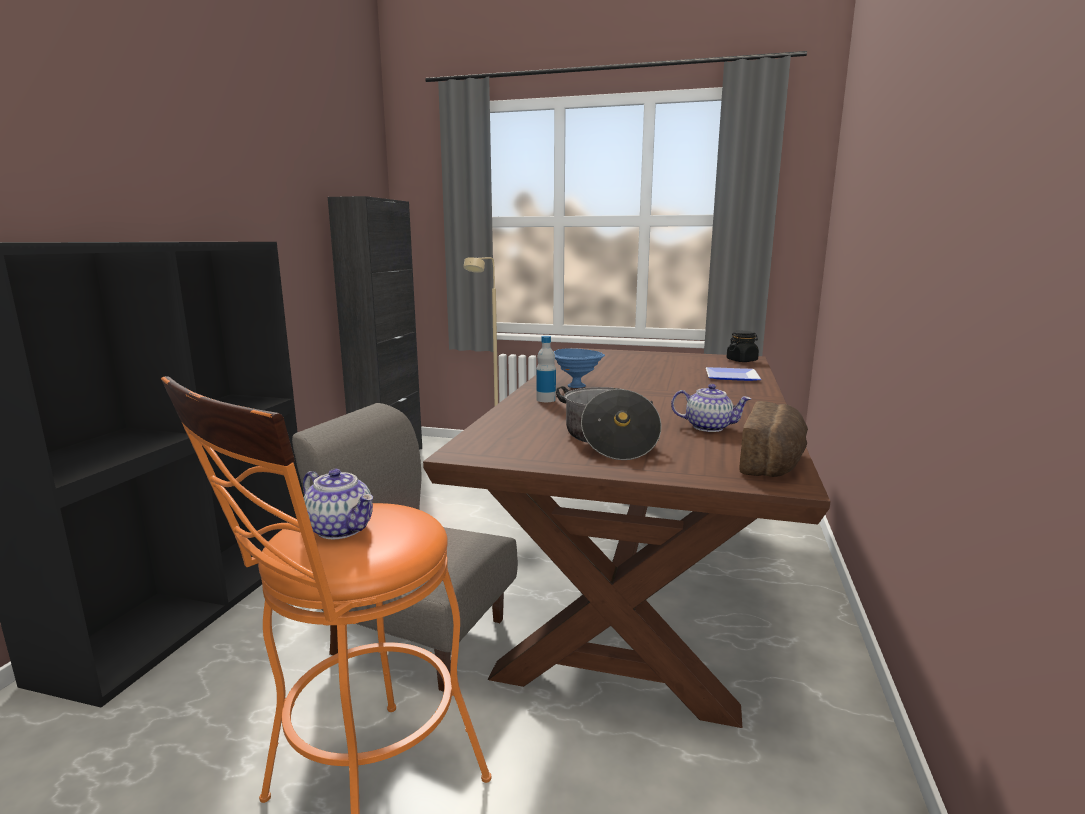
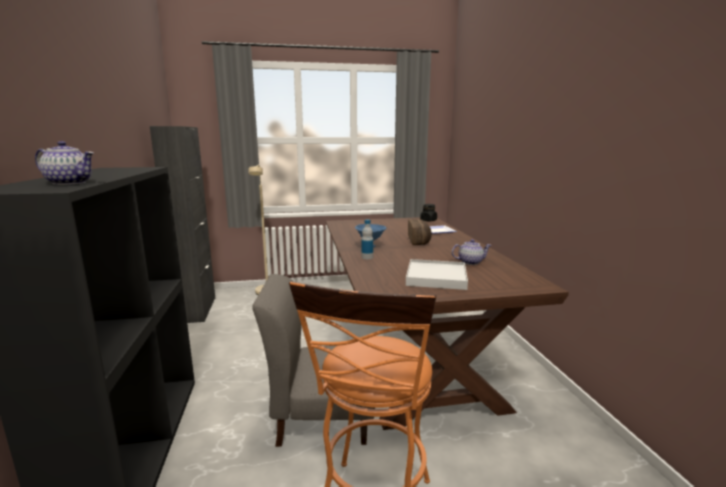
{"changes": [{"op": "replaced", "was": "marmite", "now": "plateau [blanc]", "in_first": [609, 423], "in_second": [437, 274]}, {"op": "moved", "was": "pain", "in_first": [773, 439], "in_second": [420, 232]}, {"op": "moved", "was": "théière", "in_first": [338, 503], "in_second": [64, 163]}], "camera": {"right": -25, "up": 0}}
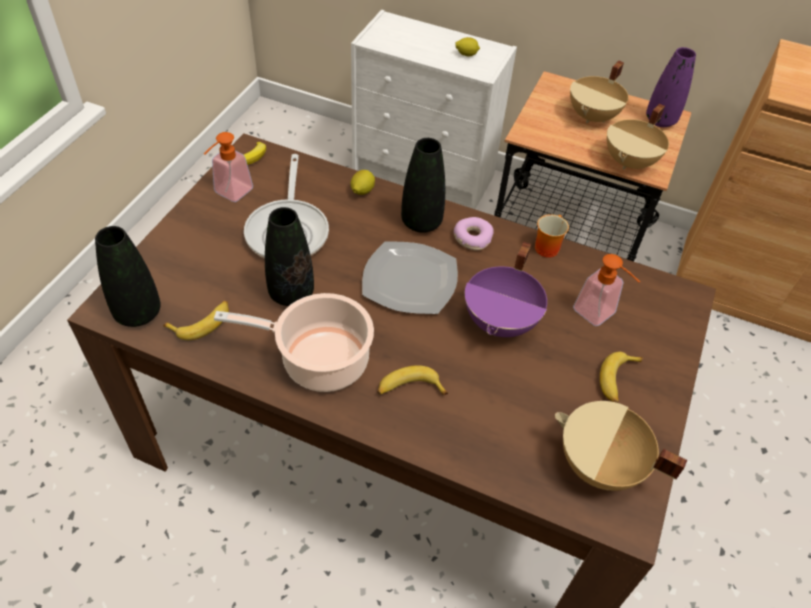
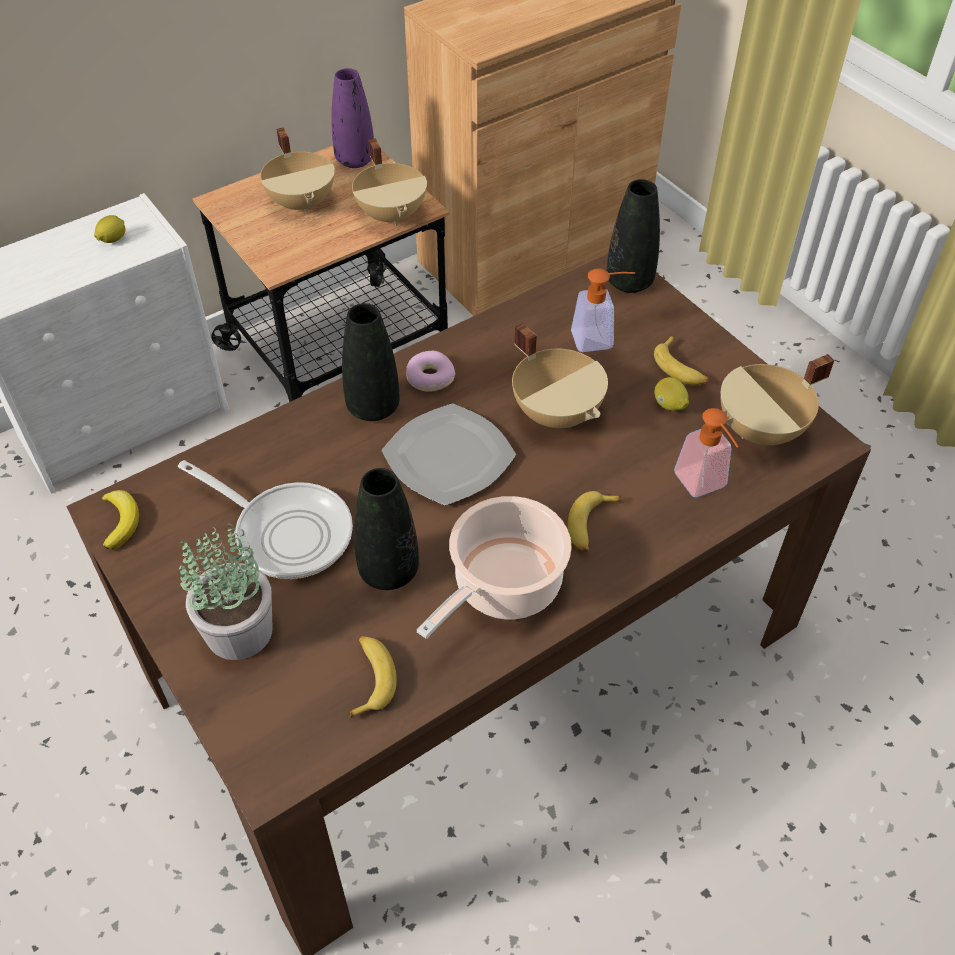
{"changes": [{"op": "moved", "was": "distributeur de savon", "in_first": [228, 167], "in_second": [706, 452]}, {"op": "moved", "was": "citron", "in_first": [363, 182], "in_second": [671, 394]}, {"op": "removed", "was": "mug", "in_first": [552, 236]}, {"op": "moved", "was": "vase [noir]", "in_first": [128, 276], "in_second": [633, 236]}, {"op": "recoloured", "was": "marmite [violet]", "now": "marmite [beige]", "in_first": [506, 289], "in_second": [560, 375]}, {"op": "added", "now": "plante en pot", "in_second": [226, 592]}], "camera": {"right": -55, "up": 0}}
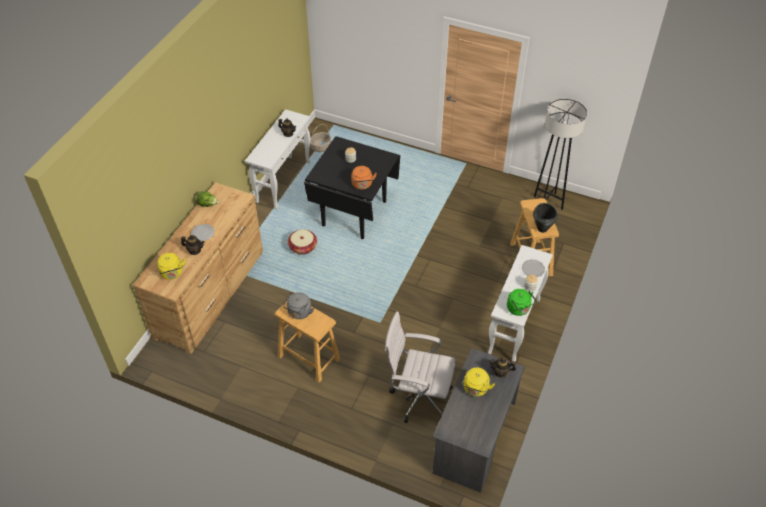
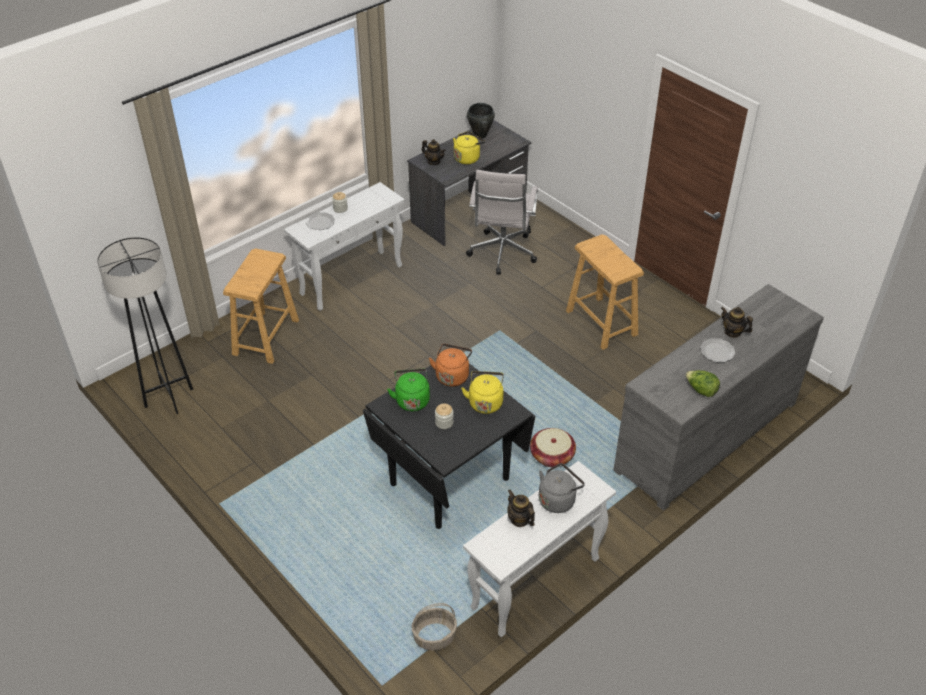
{"changes": [{"op": "recoloured", "was": "commode [marron]", "now": "commode [gris]", "in_first": [197, 268], "in_second": [718, 397]}, {"op": "moved", "was": "marmite [noir]", "in_first": [545, 218], "in_second": [481, 121]}, {"op": "moved", "was": "bouilloire [jaune]", "in_first": [171, 266], "in_second": [482, 392]}, {"op": "moved", "was": "bouilloire [vert]", "in_first": [522, 302], "in_second": [408, 390]}, {"op": "moved", "was": "bouilloire [gris]", "in_first": [298, 305], "in_second": [562, 488]}, {"op": "turned", "was": "chaise de bureau [blanc]", "in_first": [420, 367], "in_second": [502, 222], "clockwise": 60}], "camera": {"right": -155, "up": -5}}
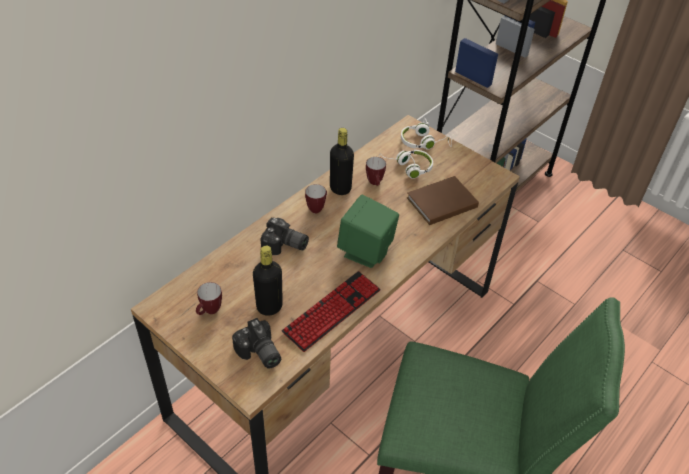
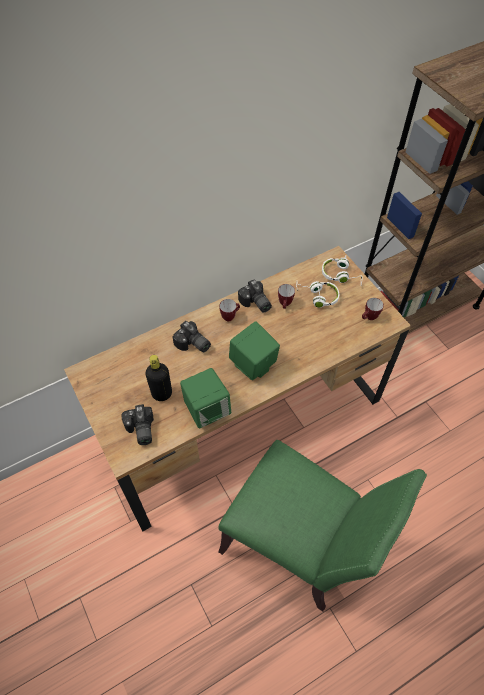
{"changes": [{"op": "replaced", "was": "bouteille [noir]", "now": "appareil photo", "in_first": [342, 161], "in_second": [255, 295]}, {"op": "removed", "was": "livre [marron]", "in_first": [443, 200]}, {"op": "replaced", "was": "clavier", "now": "enceinte [vert]", "in_first": [331, 311], "in_second": [205, 398]}, {"op": "moved", "was": "mug", "in_first": [209, 298], "in_second": [373, 309]}], "camera": {"right": 20, "up": 10}}
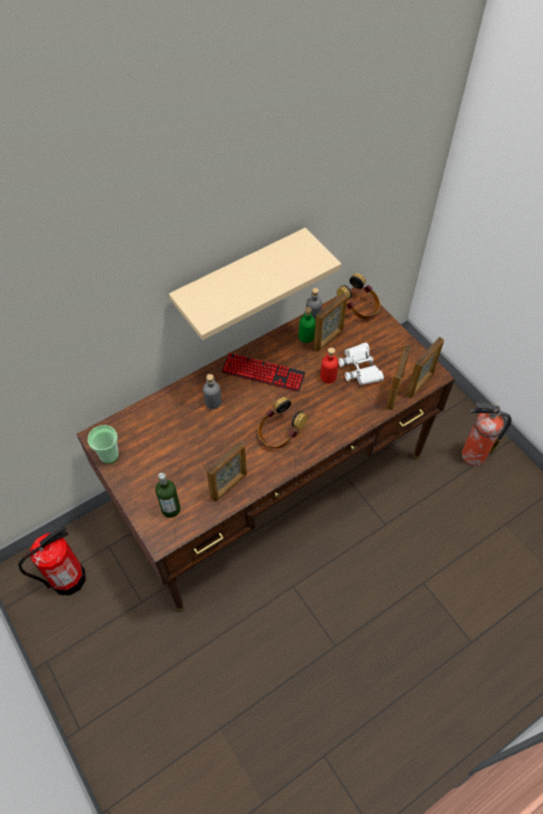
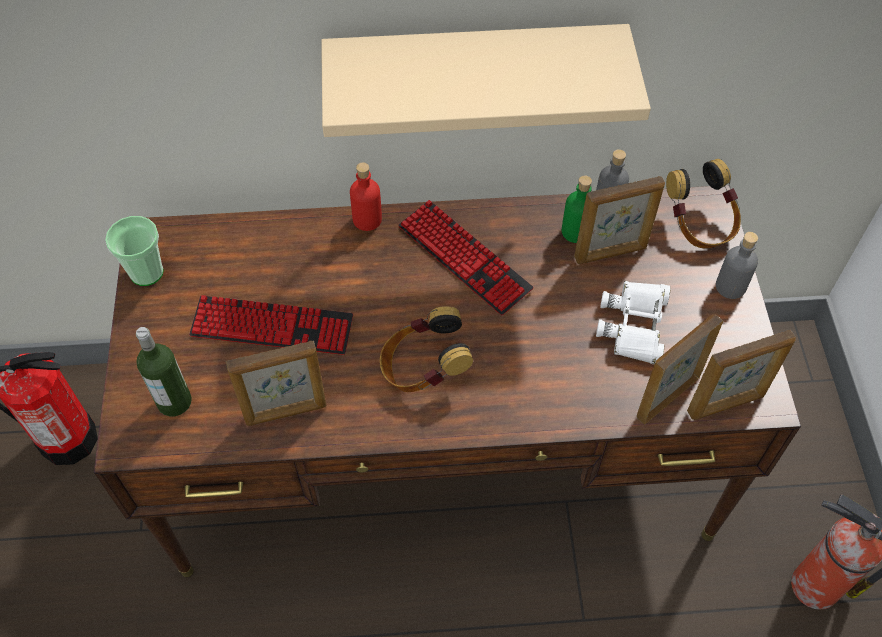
{"changes": [{"op": "moved", "was": "bouteille [rouge]", "in_first": [329, 365], "in_second": [366, 196]}, {"op": "moved", "was": "bouteille [gris]", "in_first": [212, 391], "in_second": [737, 265]}, {"op": "added", "now": "clavier", "in_second": [271, 325]}], "camera": {"right": 30, "up": 0}}
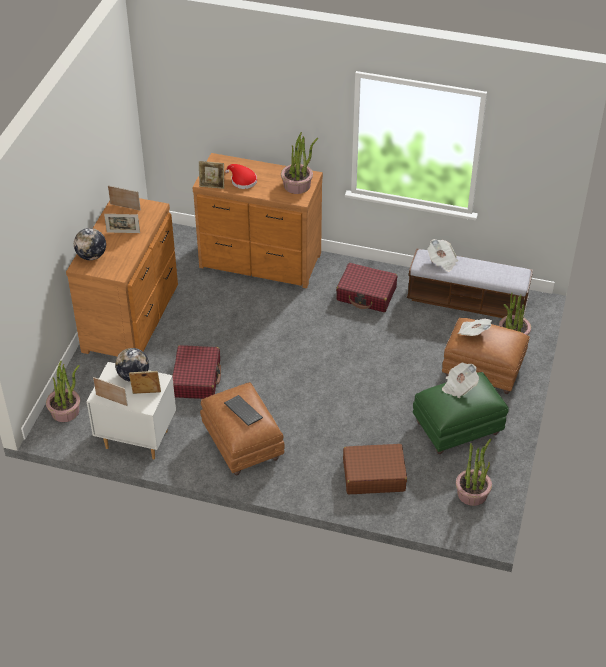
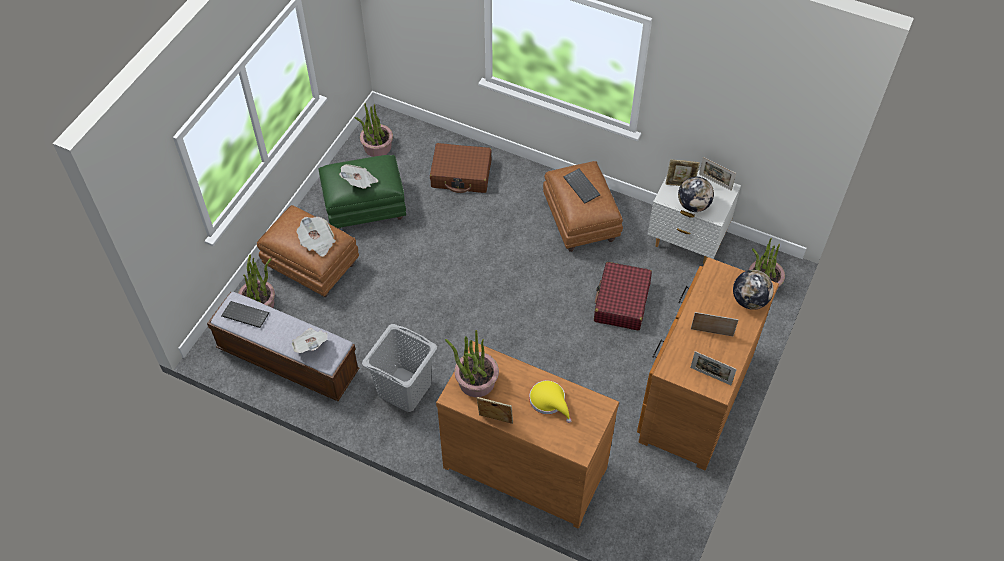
{"changes": [{"op": "moved", "was": "cadre photo", "in_first": [211, 175], "in_second": [495, 410]}, {"op": "recoloured", "was": "chapeau [rouge]", "now": "chapeau [jaune]", "in_first": [241, 176], "in_second": [550, 402]}, {"op": "replaced", "was": "valise [rouge]", "now": "panier à linge [gris]", "in_first": [366, 287], "in_second": [399, 368]}, {"op": "added", "now": "clavier", "in_second": [245, 314]}], "camera": {"right": -170, "up": 10}}
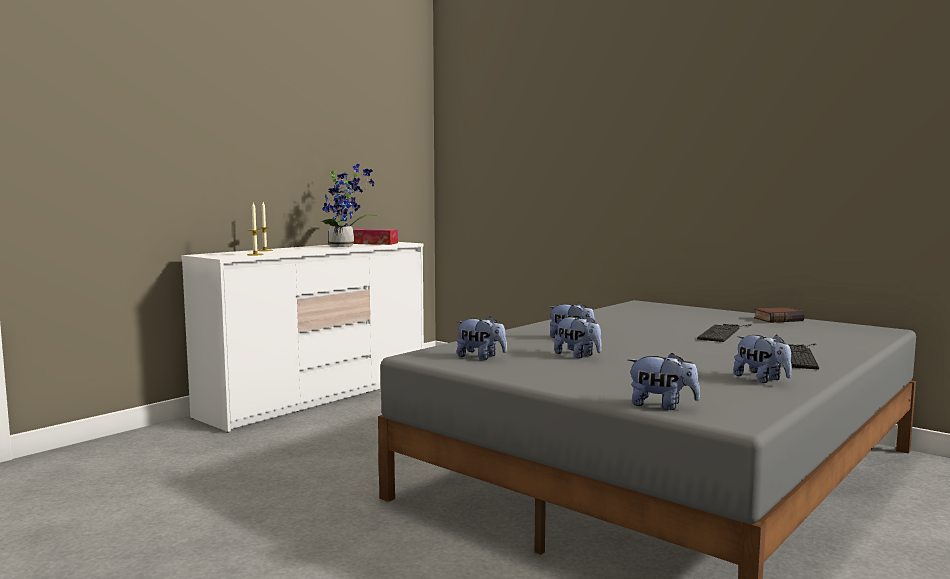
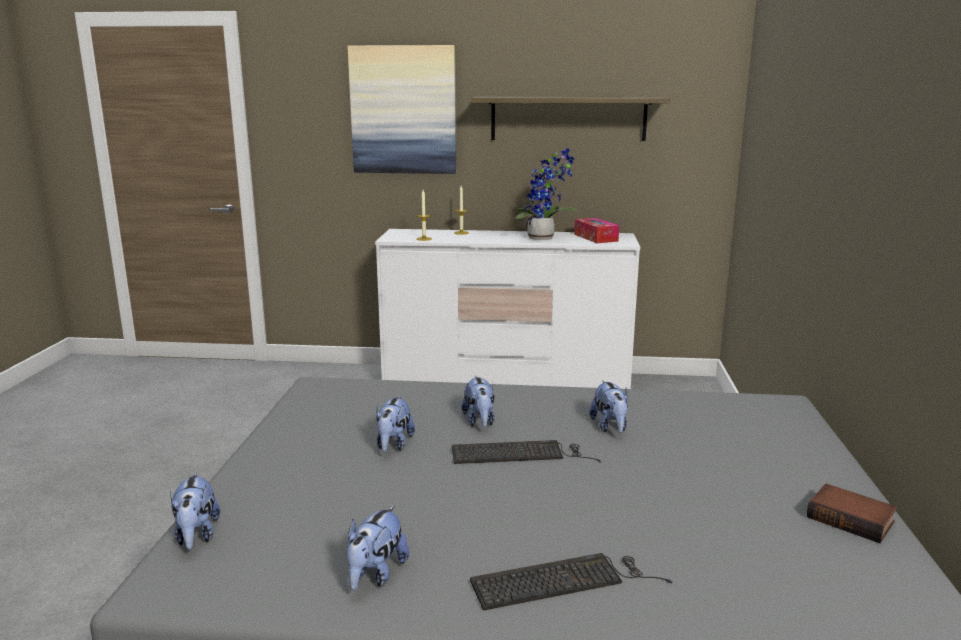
{"changes": [{"op": "moved", "was": "peluche", "in_first": [481, 338], "in_second": [608, 406]}, {"op": "moved", "was": "clavier", "in_first": [724, 333], "in_second": [527, 452]}, {"op": "added", "now": "tableau", "in_second": [402, 109]}, {"op": "added", "now": "étagère", "in_second": [571, 119]}], "camera": {"right": 55, "up": 10}}
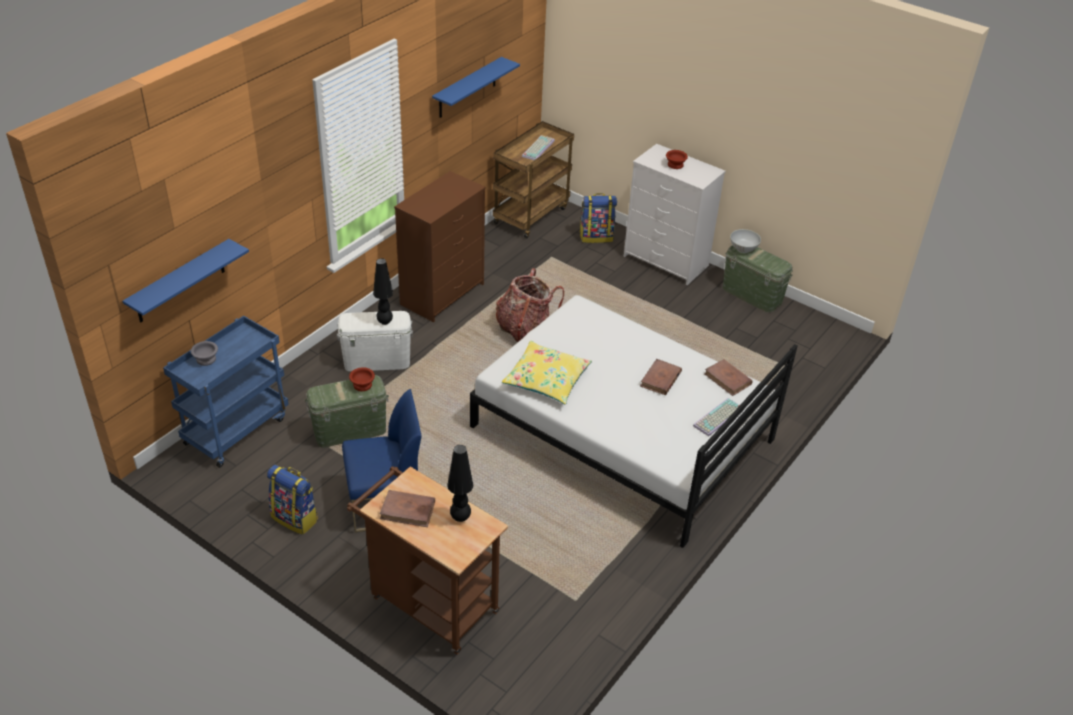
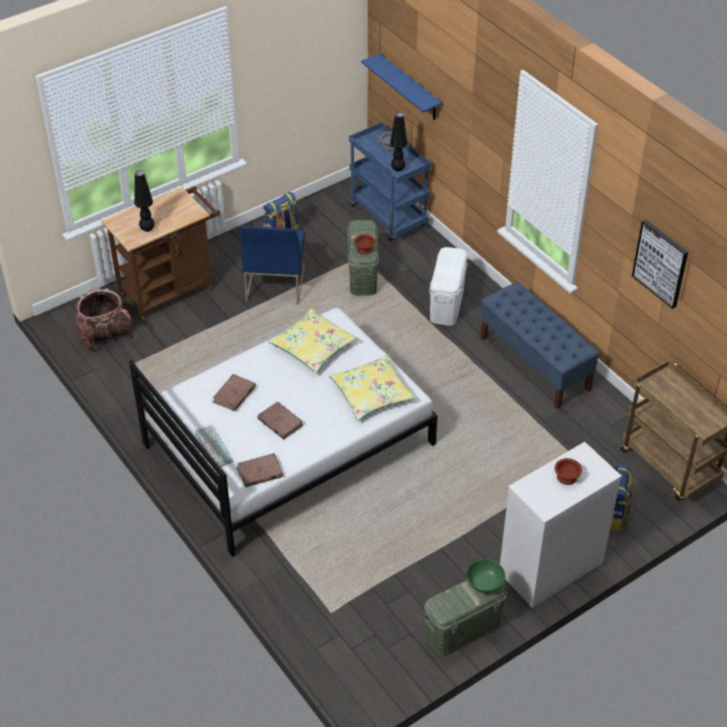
{"changes": [{"op": "replaced", "was": "étagère [bleu]", "now": "tableau", "in_first": [476, 87], "in_second": [660, 264]}, {"op": "removed", "was": "clavier", "in_first": [538, 147]}, {"op": "replaced", "was": "commode [marron]", "now": "banc [bleu]", "in_first": [440, 246], "in_second": [540, 345]}, {"op": "recoloured", "was": "bol [blanc]", "now": "bol [vert]", "in_first": [745, 241], "in_second": [486, 576]}, {"op": "moved", "was": "lampe de table [noir]", "in_first": [383, 291], "in_second": [398, 142]}, {"op": "moved", "was": "sac à dos", "in_first": [530, 305], "in_second": [104, 318]}, {"op": "moved", "was": "livre [marron]", "in_first": [407, 508], "in_second": [234, 392]}, {"op": "added", "now": "coussin [jaune]", "in_second": [372, 387]}], "camera": {"right": 110, "up": 5}}
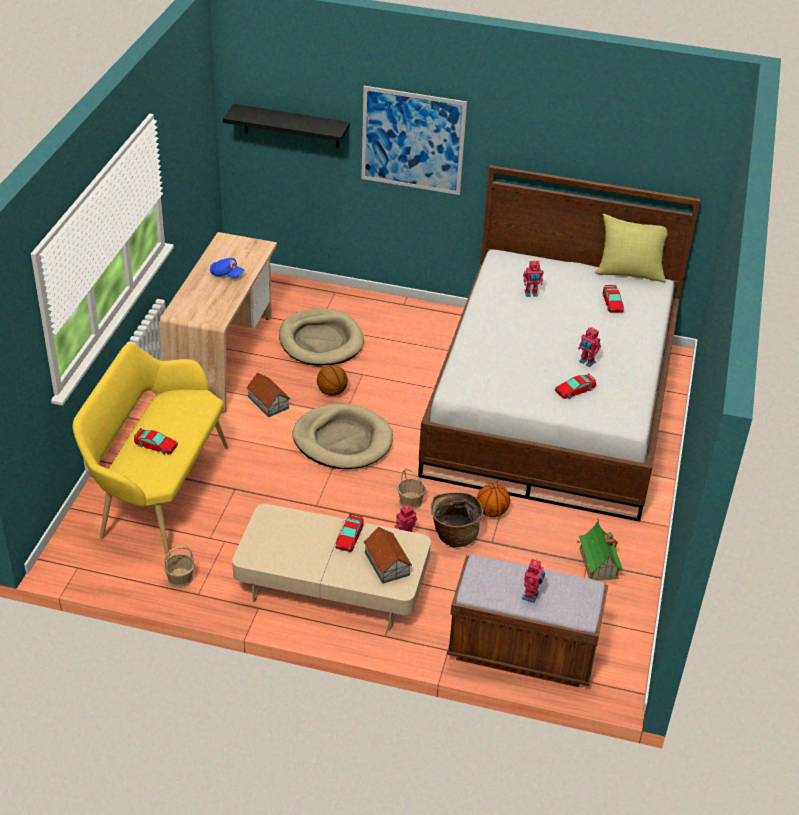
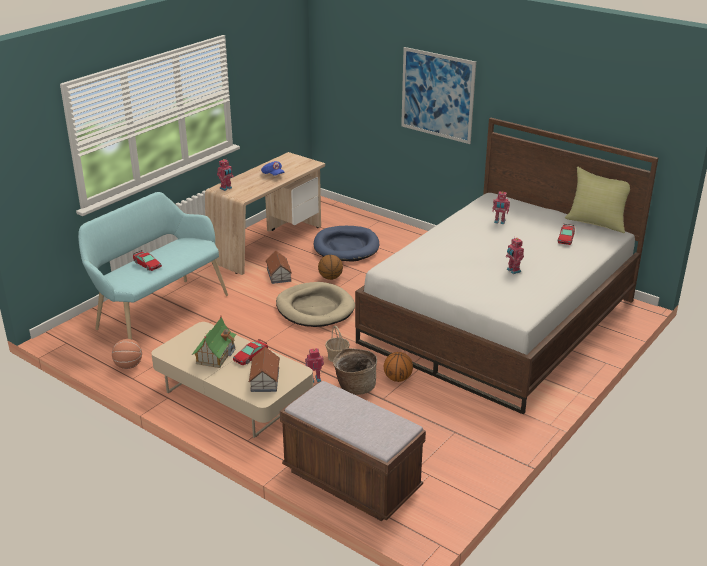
{"changes": [{"op": "removed", "was": "étagère [noir]", "in_first": [286, 126]}, {"op": "recoloured", "was": "panier pour chien [beige]", "now": "panier pour chien [bleu]", "in_first": [321, 337], "in_second": [346, 244]}, {"op": "recoloured", "was": "banc [jaune]", "now": "banc [turquoise]", "in_first": [150, 450], "in_second": [153, 265]}, {"op": "removed", "was": "petite voiture", "in_first": [575, 386]}, {"op": "moved", "was": "maison miniature", "in_first": [600, 550], "in_second": [214, 341]}, {"op": "replaced", "was": "panier", "now": "ballon de basket", "in_first": [179, 567], "in_second": [127, 354]}, {"op": "moved", "was": "robot jouet", "in_first": [533, 580], "in_second": [225, 175]}], "camera": {"right": 25, "up": -10}}
